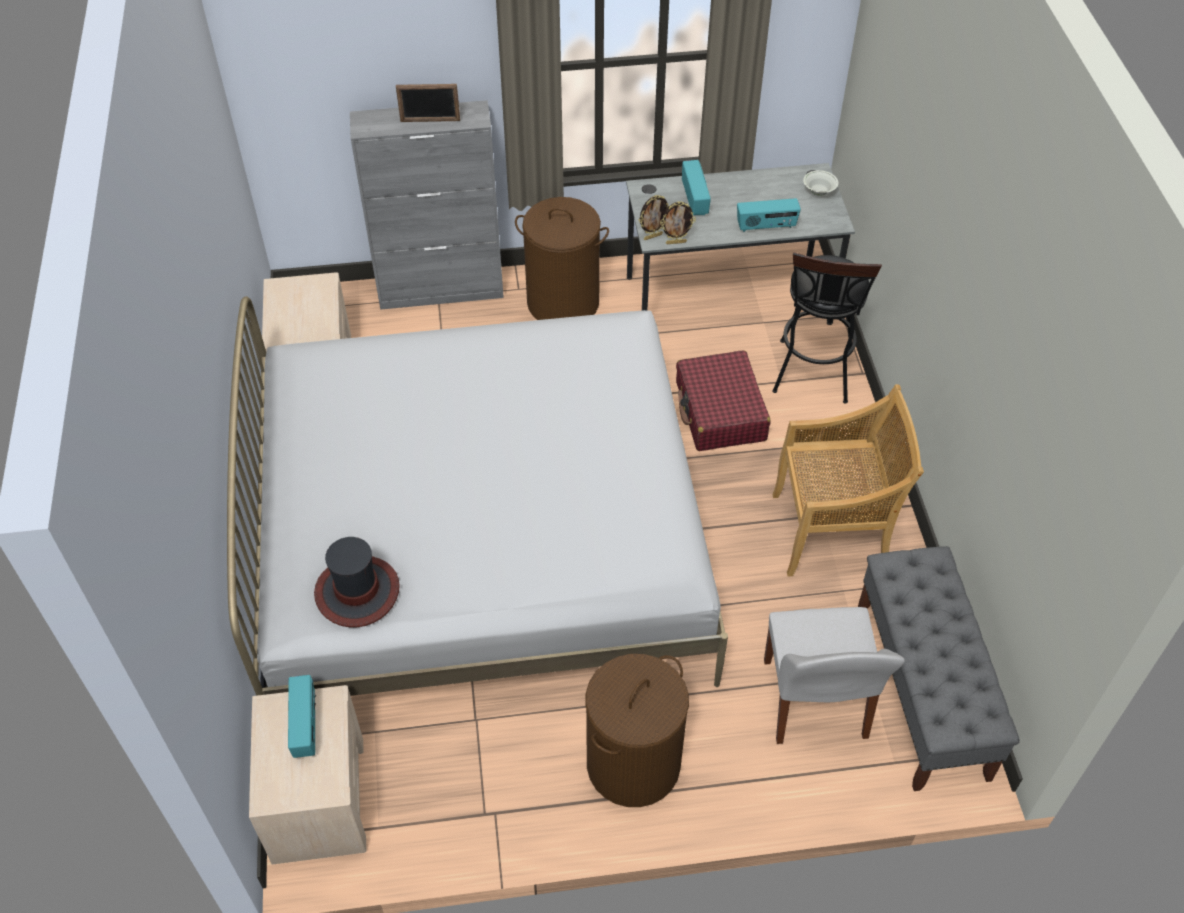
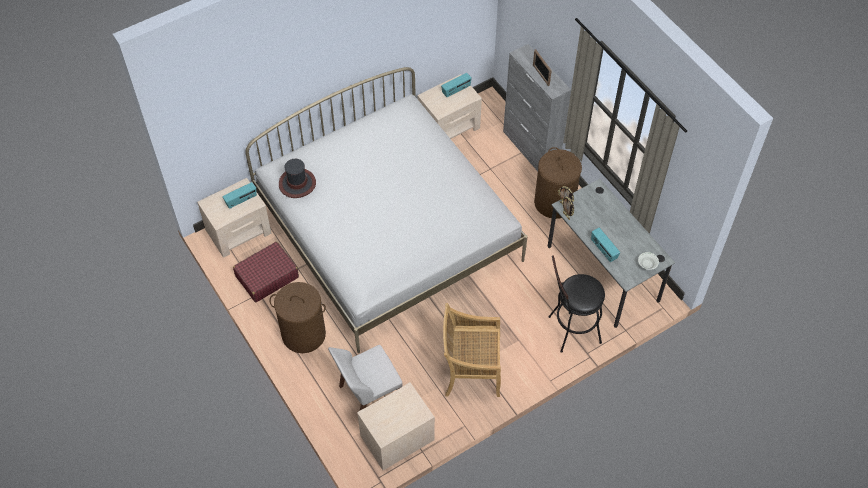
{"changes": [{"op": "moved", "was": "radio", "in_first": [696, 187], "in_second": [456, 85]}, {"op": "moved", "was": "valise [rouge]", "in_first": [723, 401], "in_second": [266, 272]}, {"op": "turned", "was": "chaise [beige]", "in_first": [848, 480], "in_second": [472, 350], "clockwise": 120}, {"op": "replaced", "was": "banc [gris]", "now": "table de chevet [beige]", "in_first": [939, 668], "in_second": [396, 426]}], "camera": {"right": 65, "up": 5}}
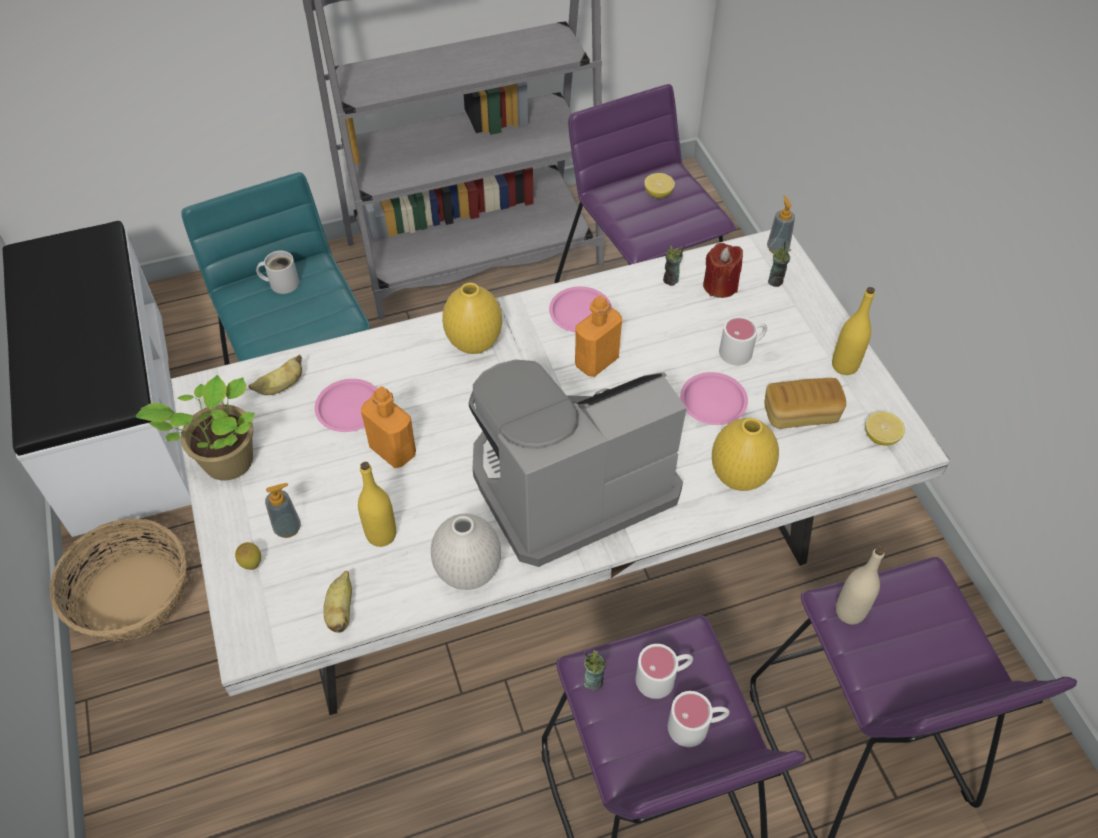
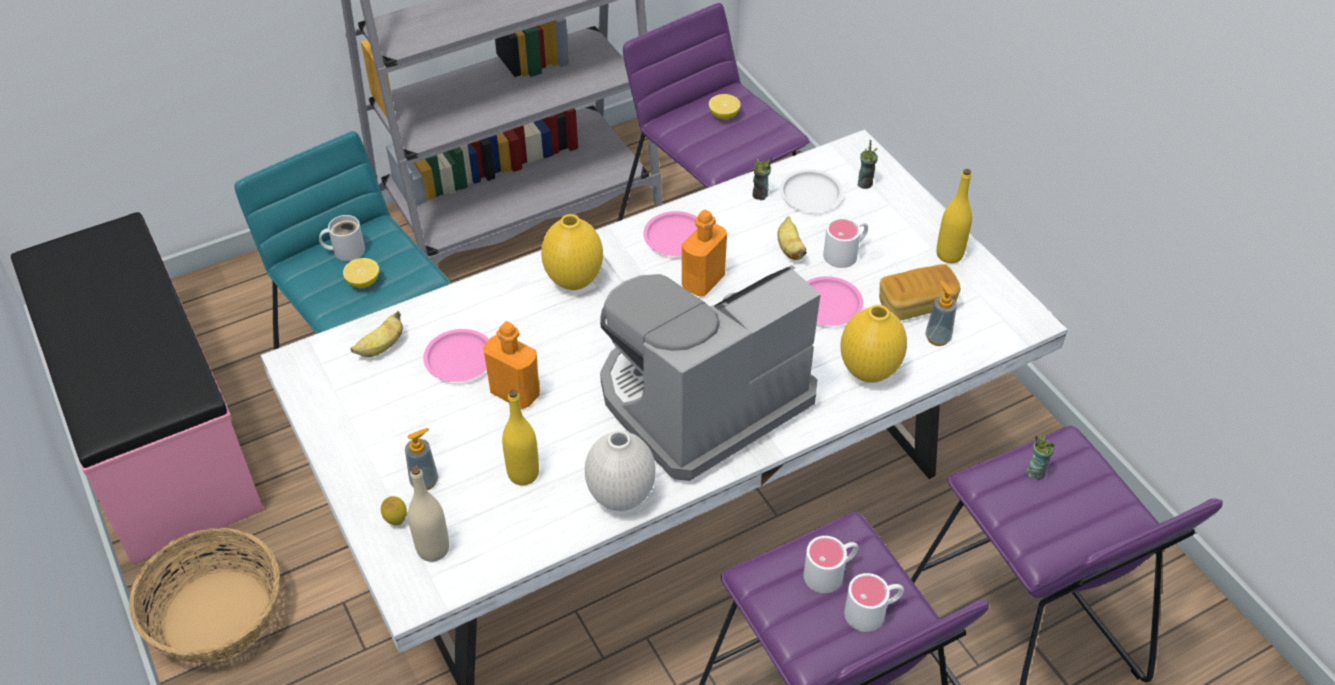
{"changes": [{"op": "moved", "was": "distributeur de savon", "in_first": [781, 224], "in_second": [941, 313]}, {"op": "recoloured", "was": "banc [blanc]", "now": "banc [rose]", "in_first": [97, 379], "in_second": [137, 388]}, {"op": "replaced", "was": "bougie [rouge]", "now": "assiette [blanc]", "in_first": [723, 270], "in_second": [811, 190]}, {"op": "removed", "was": "plante en pot", "in_first": [195, 427]}, {"op": "moved", "was": "citron", "in_first": [885, 428], "in_second": [361, 273]}, {"op": "moved", "was": "bouteille [beige]", "in_first": [860, 586], "in_second": [428, 514]}, {"op": "moved", "was": "banane", "in_first": [337, 602], "in_second": [792, 238]}, {"op": "moved", "was": "tasse", "in_first": [595, 670], "in_second": [1041, 457]}], "camera": {"right": -10, "up": -5}}
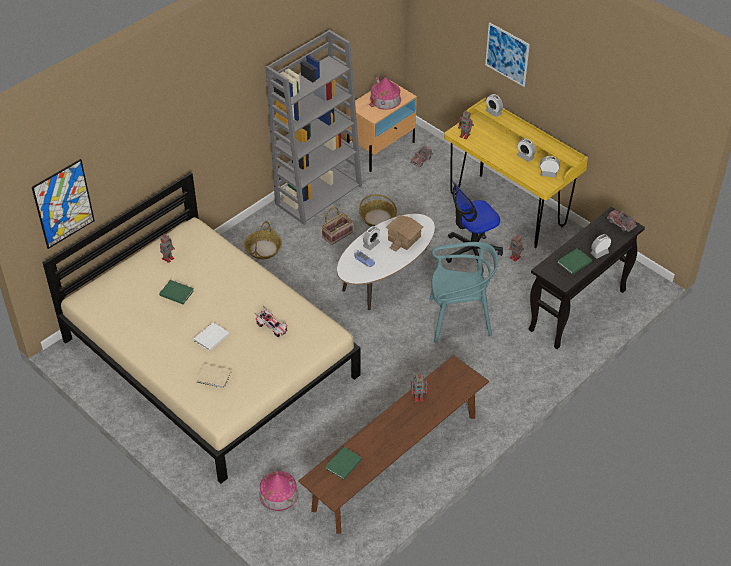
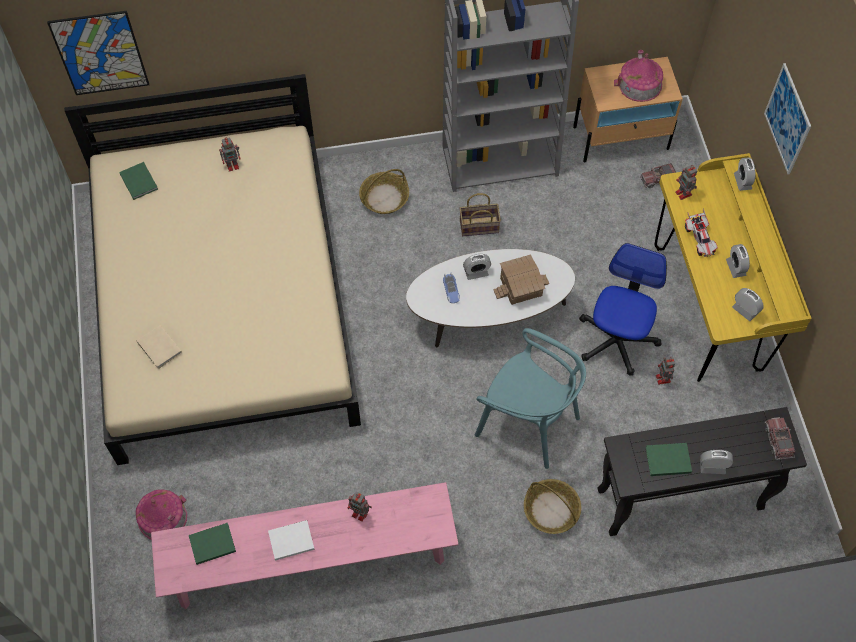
{"changes": [{"op": "turned", "was": "chaise de bureau", "in_first": [474, 226], "in_second": [623, 309], "clockwise": 105}, {"op": "moved", "was": "panier", "in_first": [378, 210], "in_second": [552, 506]}, {"op": "moved", "was": "livre [vert]", "in_first": [176, 292], "in_second": [138, 181]}, {"op": "moved", "was": "petite voiture", "in_first": [271, 321], "in_second": [701, 232]}, {"op": "moved", "was": "livre [blanc]", "in_first": [211, 336], "in_second": [291, 540]}, {"op": "recoloured", "was": "banc [marron]", "now": "banc [rose]", "in_first": [393, 444], "in_second": [304, 545]}], "camera": {"right": 35, "up": 15}}
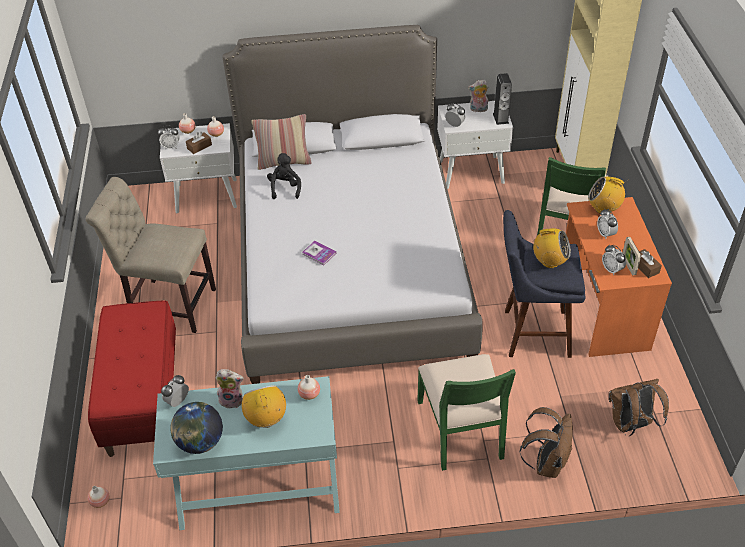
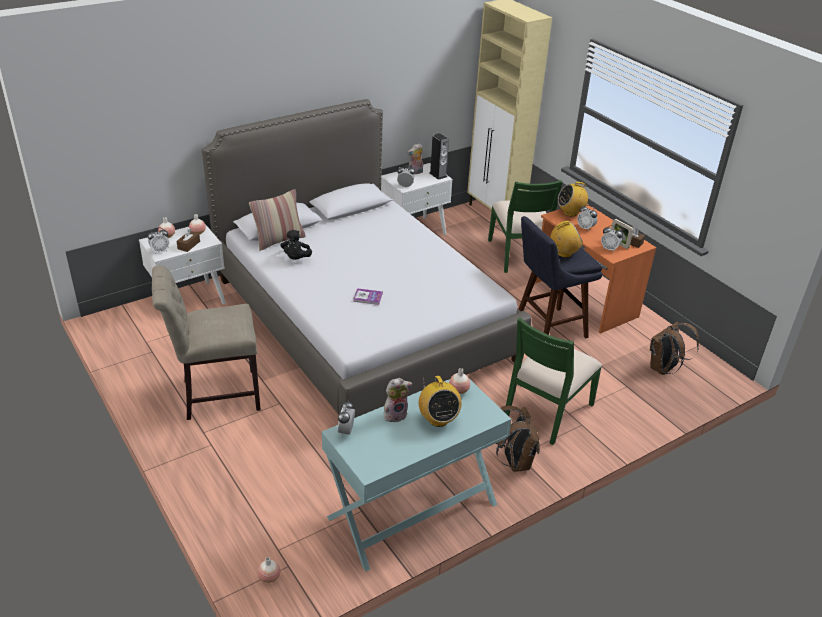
{"changes": [{"op": "turned", "was": "peluche [noir]", "in_first": [284, 176], "in_second": [296, 245], "clockwise": -150}, {"op": "removed", "was": "banc [rouge]", "in_first": [132, 378]}, {"op": "turned", "was": "chaise [vert]", "in_first": [466, 412], "in_second": [553, 381], "clockwise": 75}, {"op": "turned", "was": "radio", "in_first": [264, 406], "in_second": [440, 401], "clockwise": -150}, {"op": "removed", "was": "globe", "in_first": [196, 428]}, {"op": "moved", "was": "sac à dos [marron]", "in_first": [546, 442], "in_second": [517, 438]}], "camera": {"right": -30, "up": -10}}
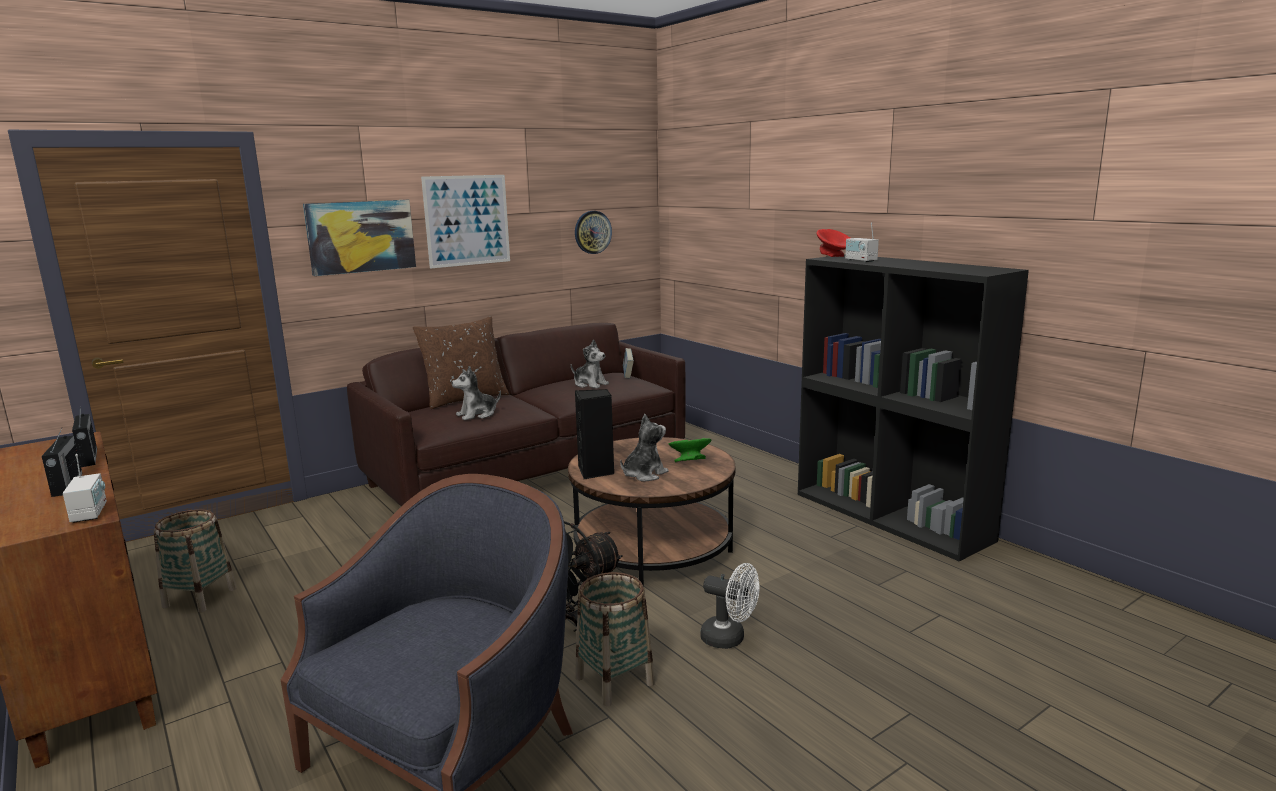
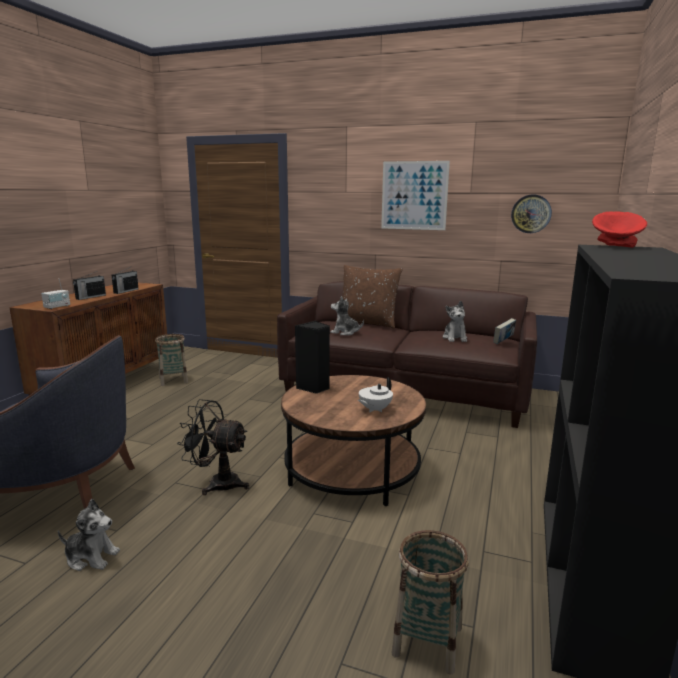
{"changes": [{"op": "removed", "was": "tableau", "in_first": [359, 238]}, {"op": "removed", "was": "radio", "in_first": [862, 242]}, {"op": "moved", "was": "peluche", "in_first": [644, 447], "in_second": [89, 535]}, {"op": "replaced", "was": "bol [vert]", "now": "théière [blanc]", "in_first": [689, 450], "in_second": [375, 394]}, {"op": "removed", "was": "ventilateur [blanc]", "in_first": [730, 606]}, {"op": "moved", "was": "panier", "in_first": [615, 639], "in_second": [430, 602]}], "camera": {"right": 55, "up": 0}}
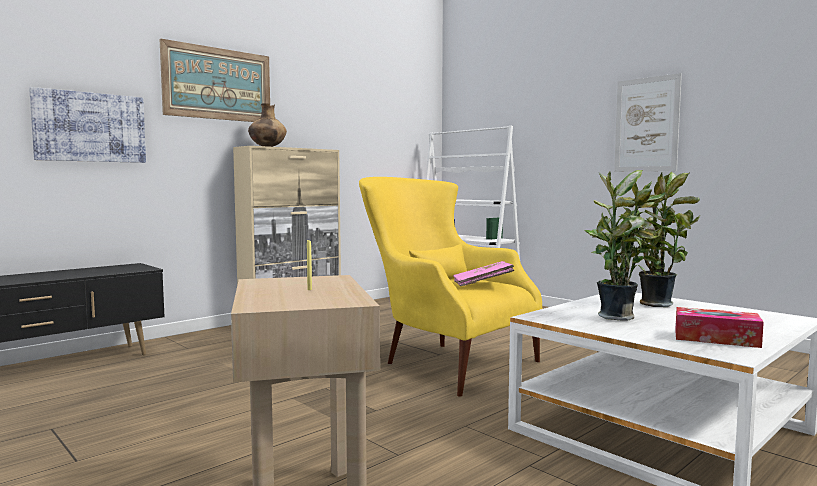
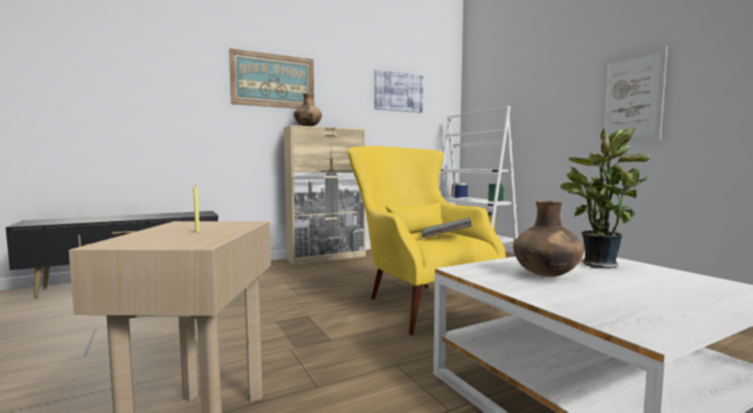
{"changes": [{"op": "moved", "was": "tableau", "in_first": [87, 125], "in_second": [398, 91]}, {"op": "replaced", "was": "plante en pot", "now": "vase [marron]", "in_first": [626, 245], "in_second": [548, 239]}, {"op": "recoloured", "was": "livre [rose]", "now": "livre [gris]", "in_first": [483, 273], "in_second": [447, 228]}, {"op": "removed", "was": "boîte à mouchoirs", "in_first": [719, 327]}], "camera": {"right": 15, "up": 0}}
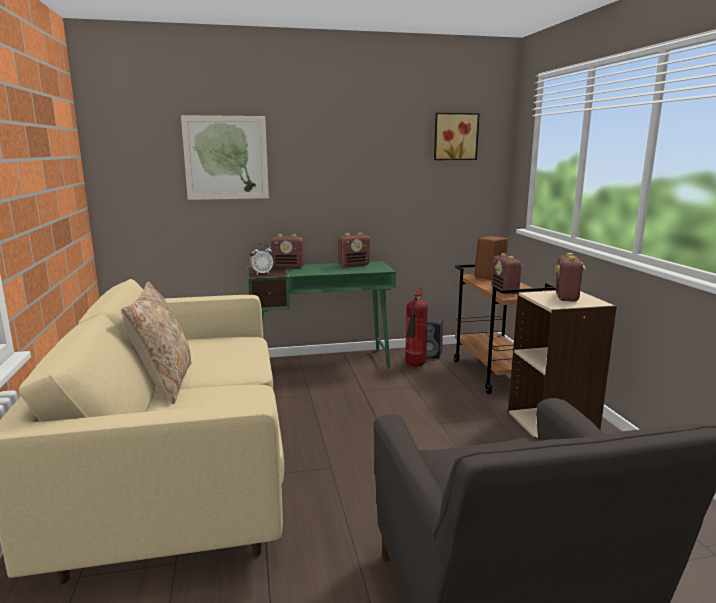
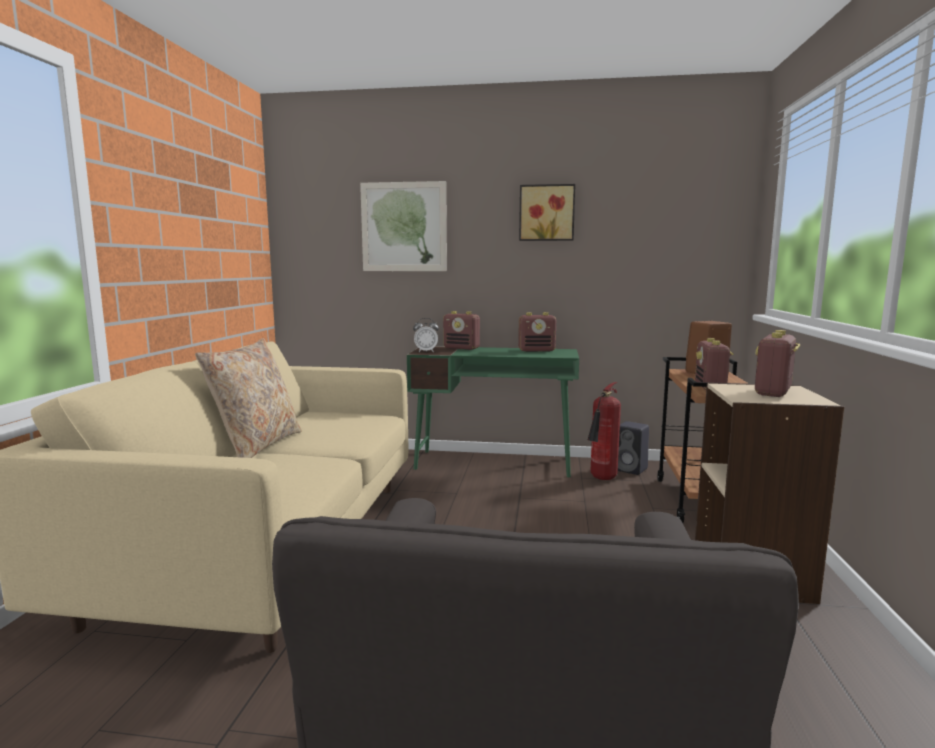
{"changes": [{"op": "moved", "was": "tableau", "in_first": [457, 136], "in_second": [547, 212]}], "camera": {"right": 20, "up": -5}}
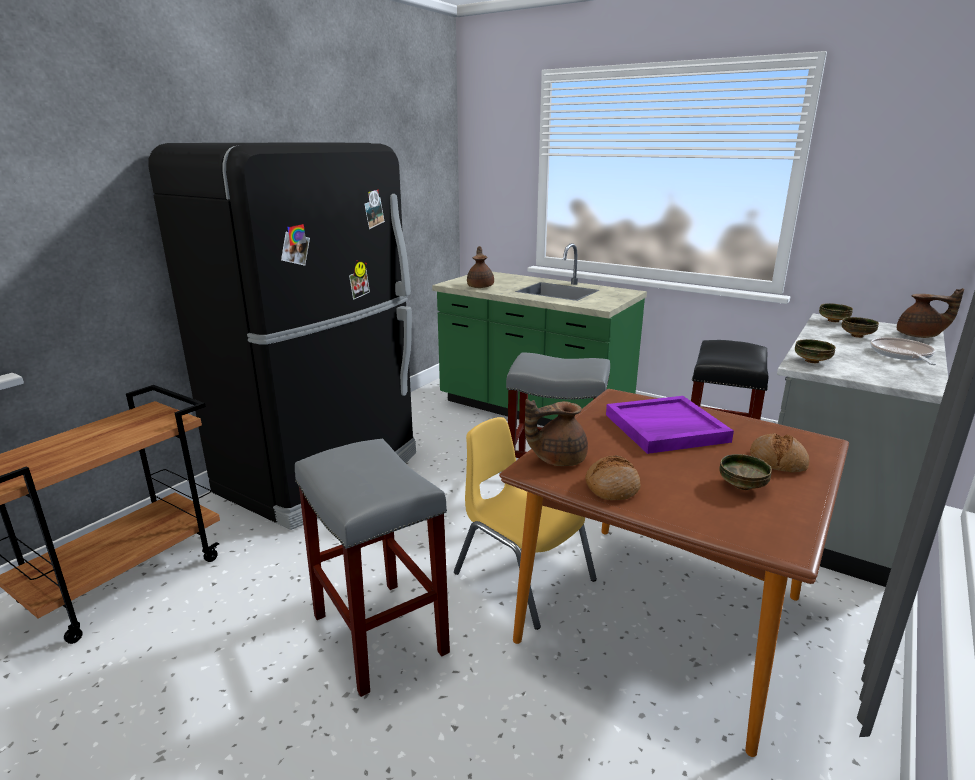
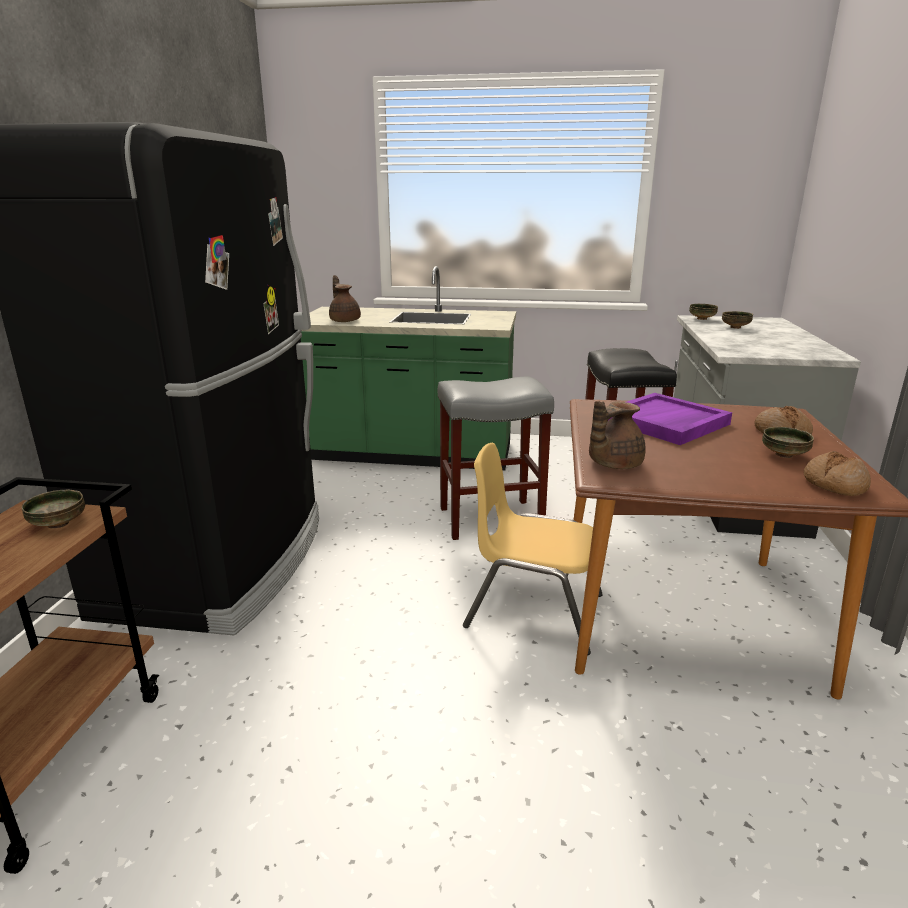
{"changes": [{"op": "removed", "was": "théière [marron]", "in_first": [930, 313]}, {"op": "removed", "was": "poêle", "in_first": [903, 351]}, {"op": "moved", "was": "bol", "in_first": [815, 351], "in_second": [53, 509]}, {"op": "removed", "was": "tabouret [gris]", "in_first": [372, 568]}, {"op": "moved", "was": "pain", "in_first": [613, 477], "in_second": [837, 473]}], "camera": {"right": -25, "up": 0}}
